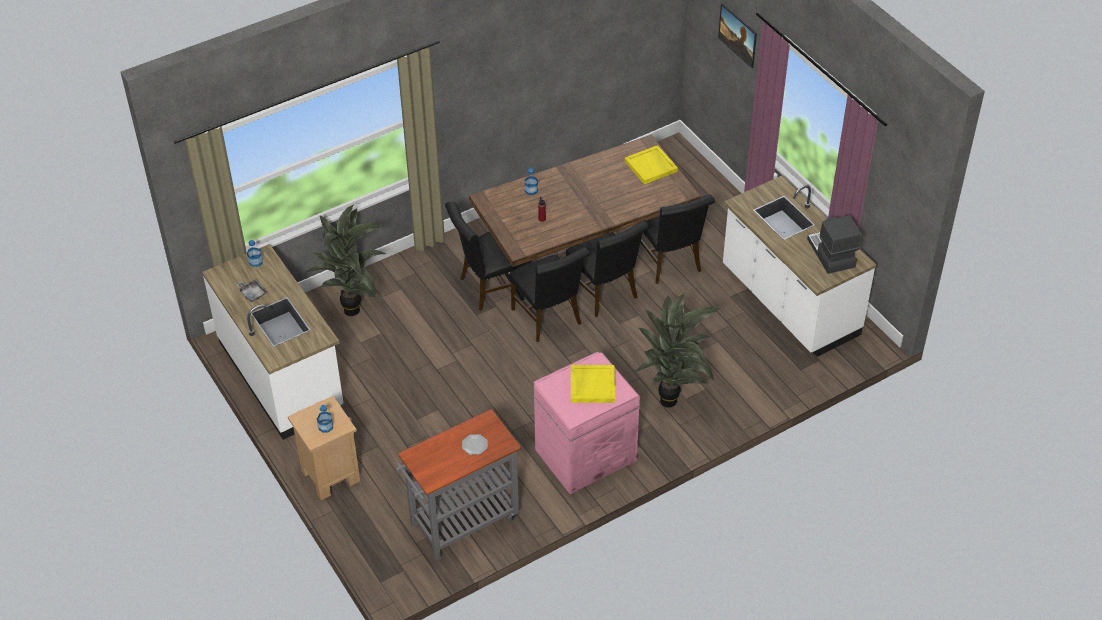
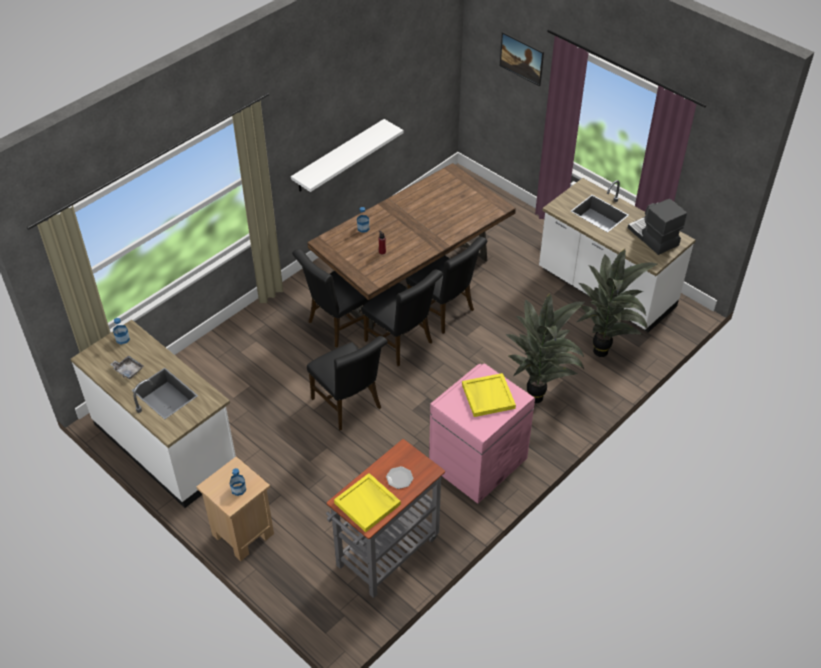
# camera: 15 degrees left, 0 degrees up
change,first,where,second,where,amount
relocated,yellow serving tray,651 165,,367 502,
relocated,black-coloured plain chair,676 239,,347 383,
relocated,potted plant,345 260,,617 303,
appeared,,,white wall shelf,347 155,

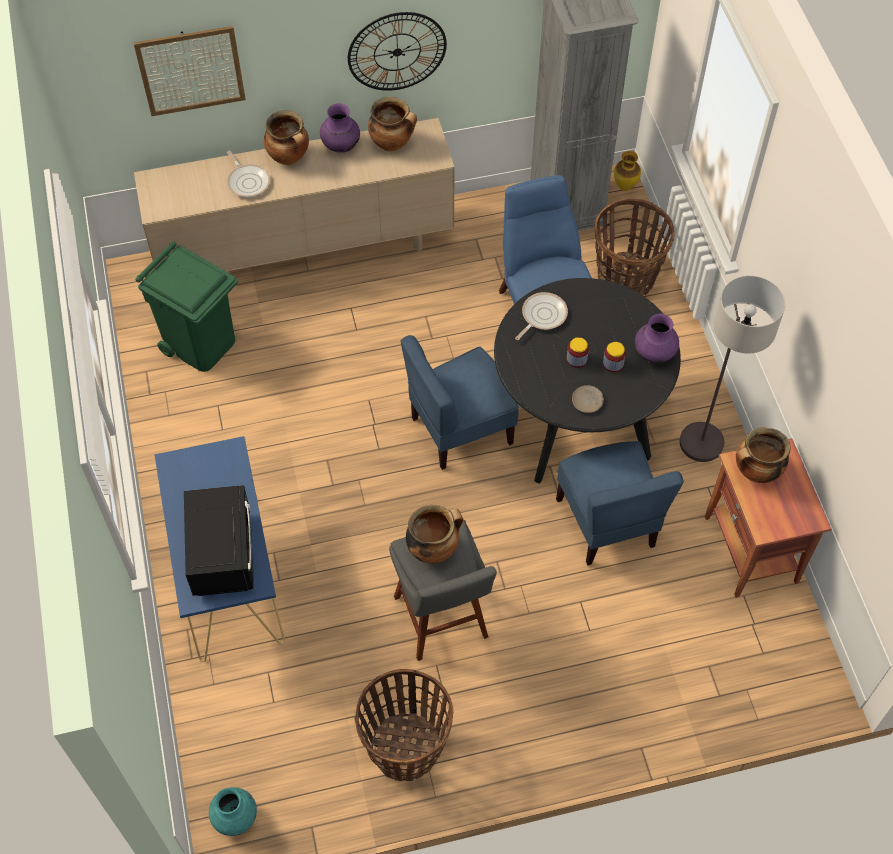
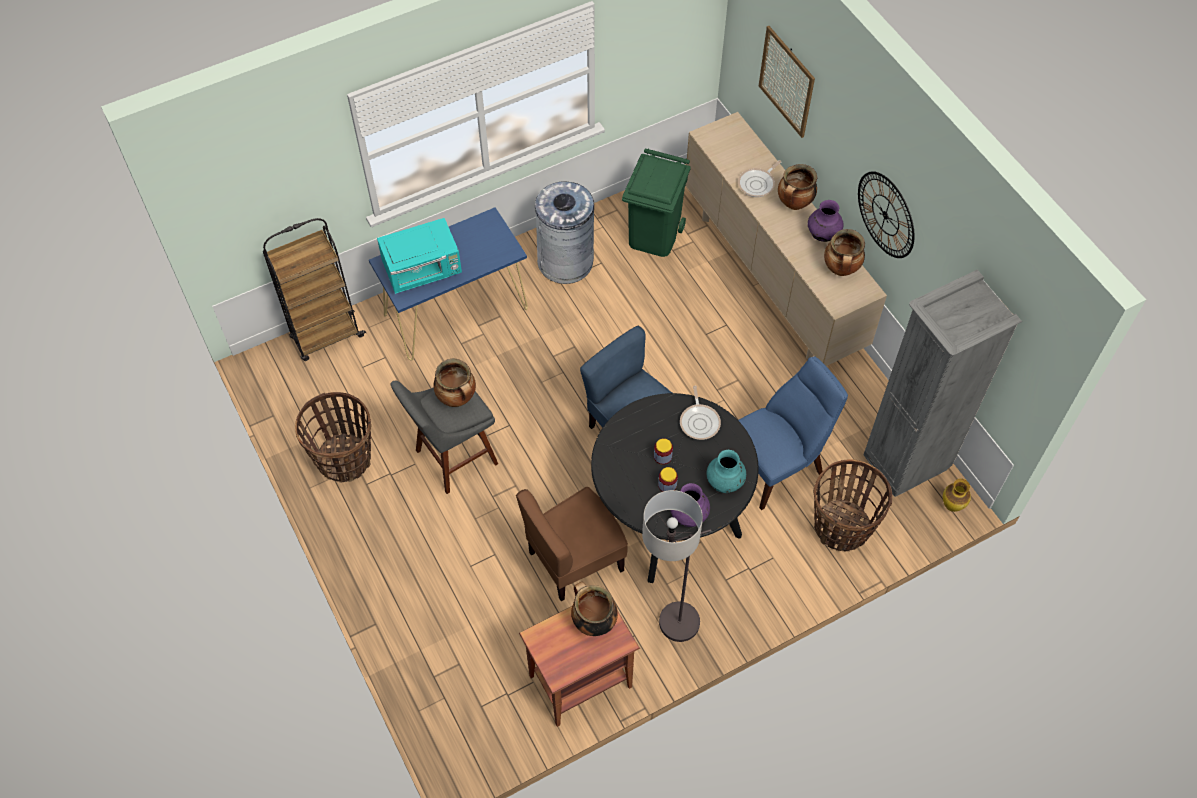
# camera: 75 degrees right, 0 degrees up
change,first,where,second,where,amount
spun,frying pan,541 316,,700 413,60 degrees clockwise
missing,beige-coloured flat dish,588 399,,,
colour,blue plain chair,620 503,brown-coloured plain chair,572 544,
colour,black-coloured microwave,219 540,turquoise-coloured microwave,419 256,
relocated,turquoise-coloured decorative vase,233 811,,726 471,
appeared,,,greyish waste bin,564 232,
appeared,,,brown-coloured wheeled cart,314 289,

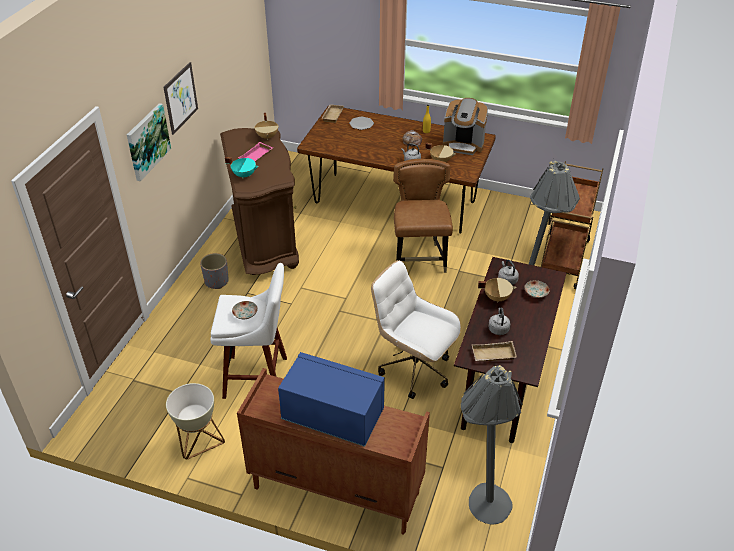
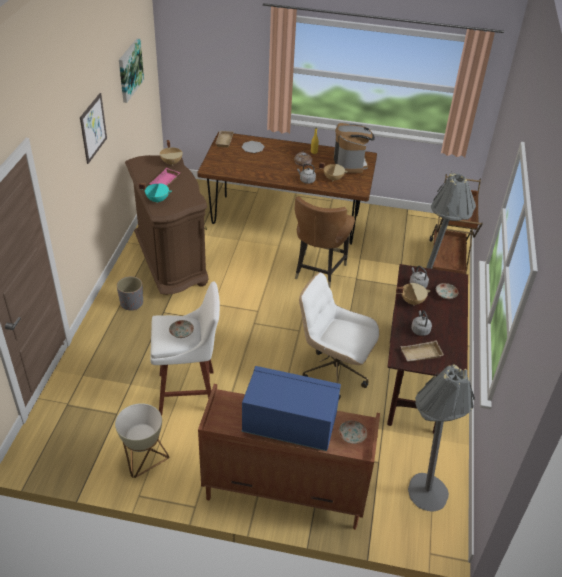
# camera: 10 degrees left, 0 degrees up
change,first,where,second,where,amount
spun,coffee maker,465 126,,354 148,105 degrees counterclockwise
relocated,wall art,149 142,,131 70,
spun,brown-coloured plain chair,423 216,,325 242,150 degrees counterclockwise
appeared,,,flat dish,353 432,

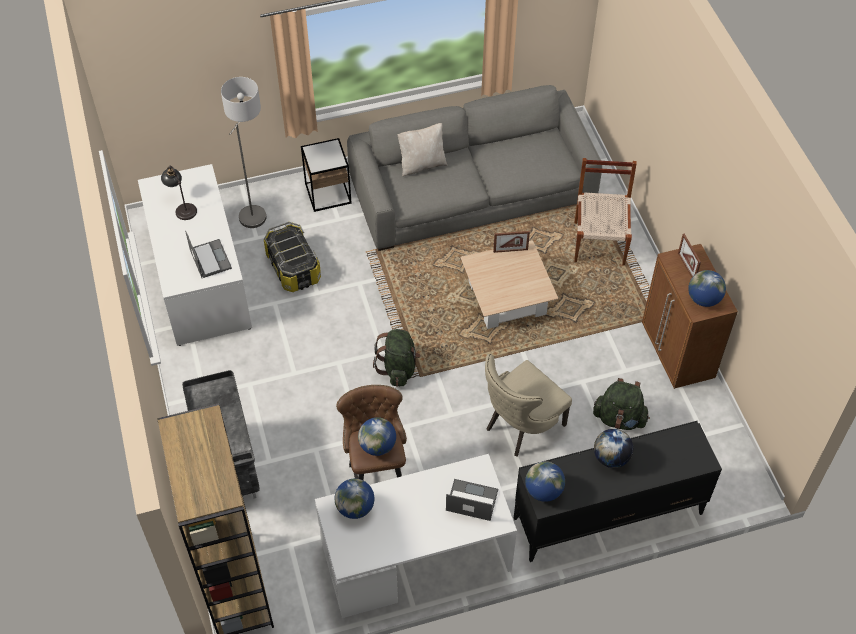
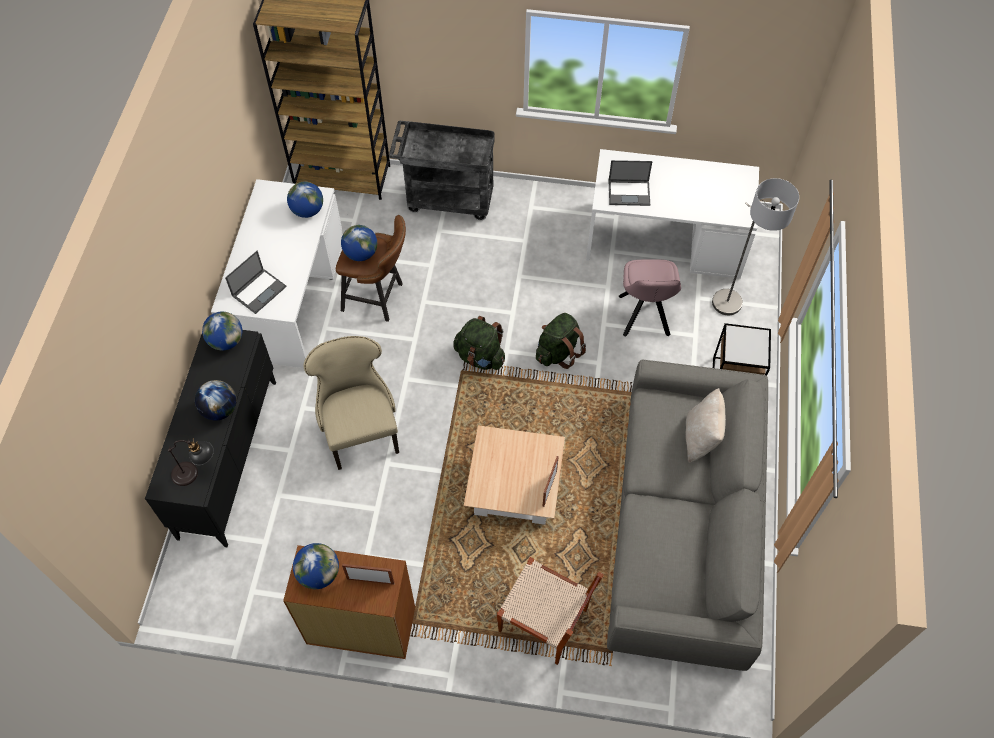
# camera: 115 degrees right, 5 degrees up
change,first,where,second,where,amount
relocated,greyish table lamp,179 193,,191 462,
exchanged,storage box,292 257,pinkish plain chair,650 298,
relocated,greenish knapsack,621 404,,561 341,

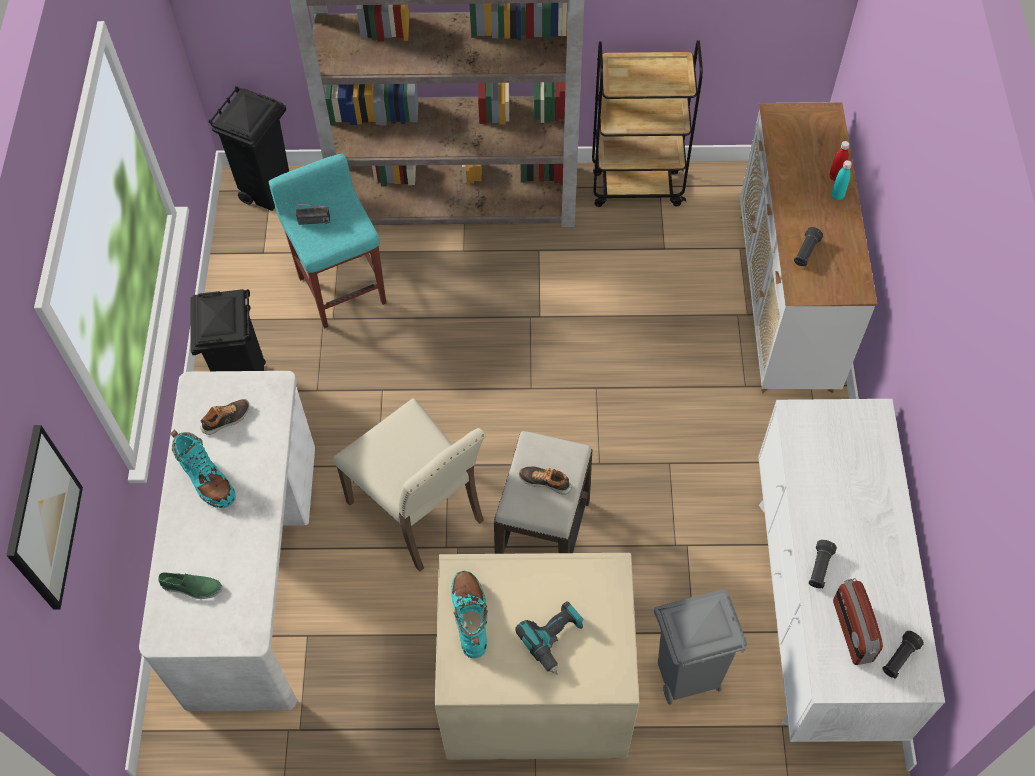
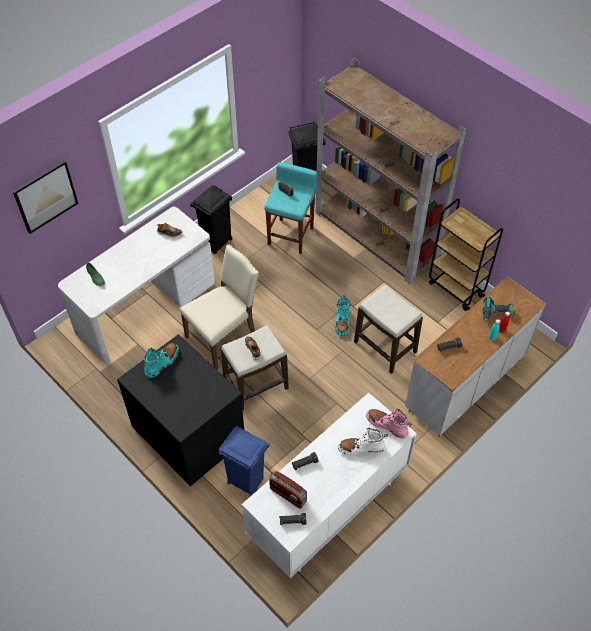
# camera: 45 degrees right, 5 degrees down
change,first,where,second,where,amount
spun,beige-coloured plain chair,410 485,,219 307,135 degrees counterclockwise
relocated,turquoise-coloured boot,203 469,,343 315,
colour,beige-coloured laundry machine,537 656,black-coloured laundry machine,180 410,
spun,radio receiver,858 621,,288 490,90 degrees counterclockwise
colour,greyish waste bin,700 647,blue waste bin,244 461,
relocated,power drill,549 638,,498 309,
appeared,,,sitting stool,388 329,
appeared,,,pinkish boot,389 424,
appeared,,,white boot,363 441,

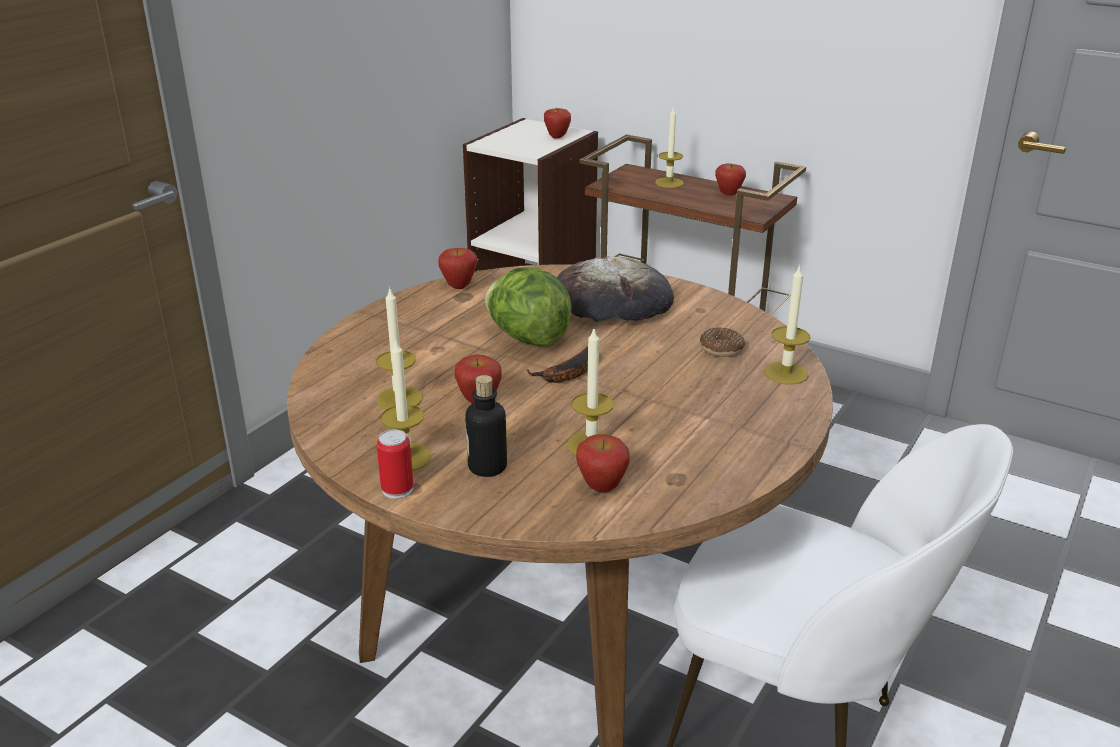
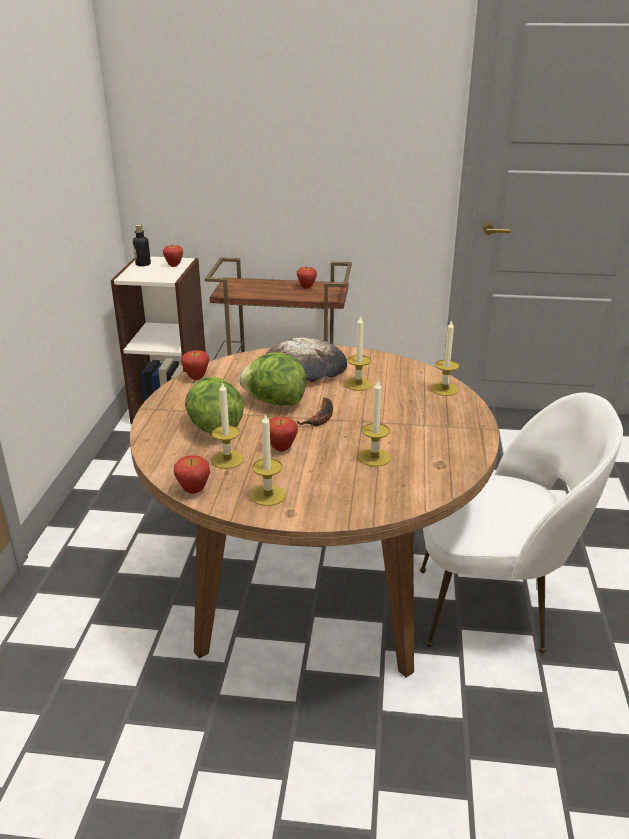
# camera: 25 degrees left, 0 degrees up
change,first,where,second,where,amount
relocated,wax light,669 147,,358 353,
missing,doughnut,722 342,,,
relocated,bottle,486 426,,142 245,
missing,sealed can,395 464,,,
relocated,whole apple,603 463,,192 474,
appeared,,,lettuce,214 406,

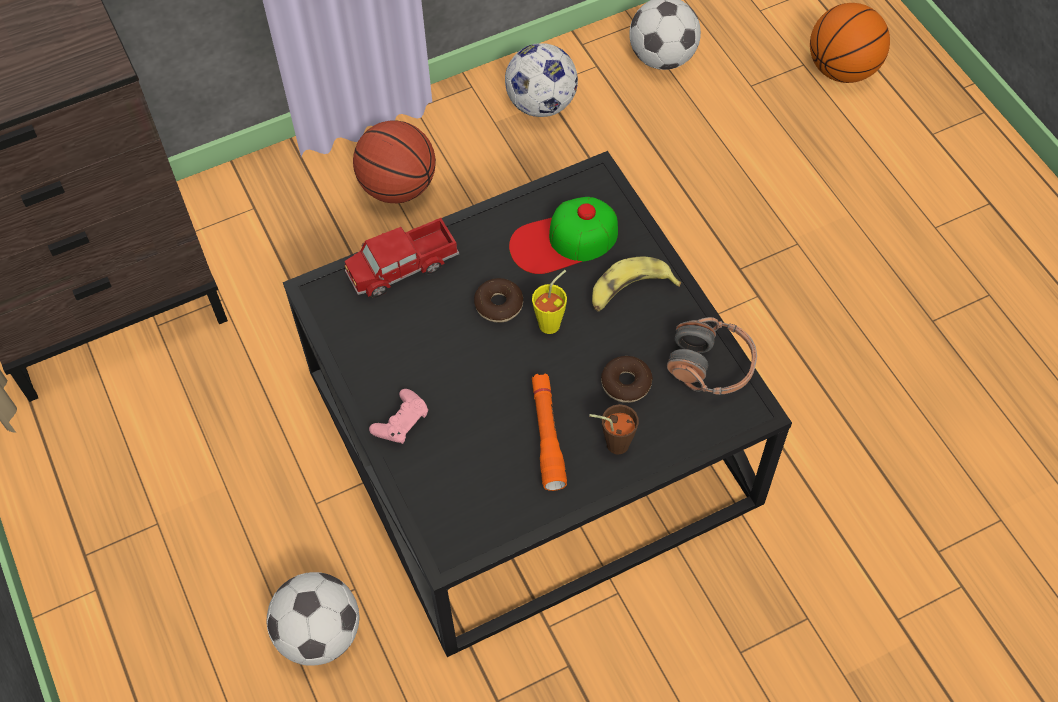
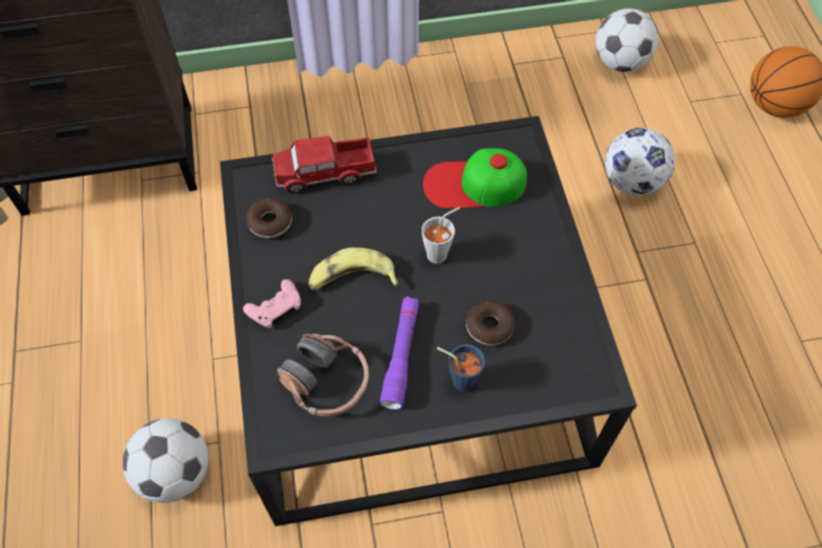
# camera: 15 degrees right, 0 degrees up
change,first,where,second,where,amount
relocated,football ball,541 80,,640 162,
missing,basketball,394 161,,,
relocated,whole banana,636 284,,354 269,
colour,yellow small cup,549 302,greyish small cup,441 235,
relocated,doughnut,498 300,,269 218,
relocated,pair of headphones,711 356,,323 375,
colour,orange flashlight,549 432,purple flashlight,399 353,
colour,brown-coloured small cup,614 429,blue small cup,461 368,

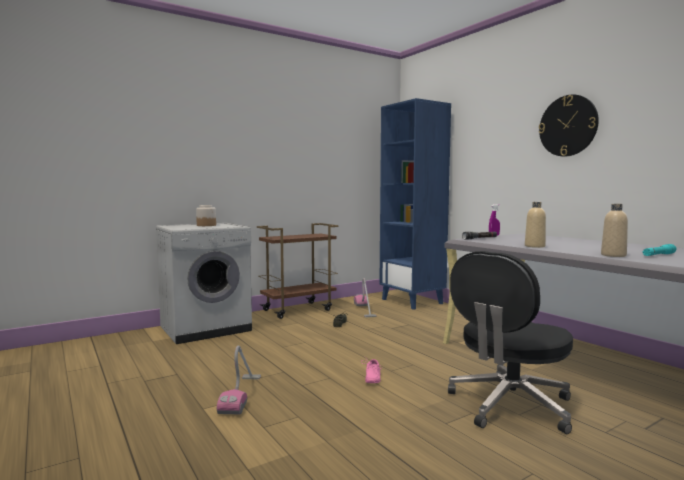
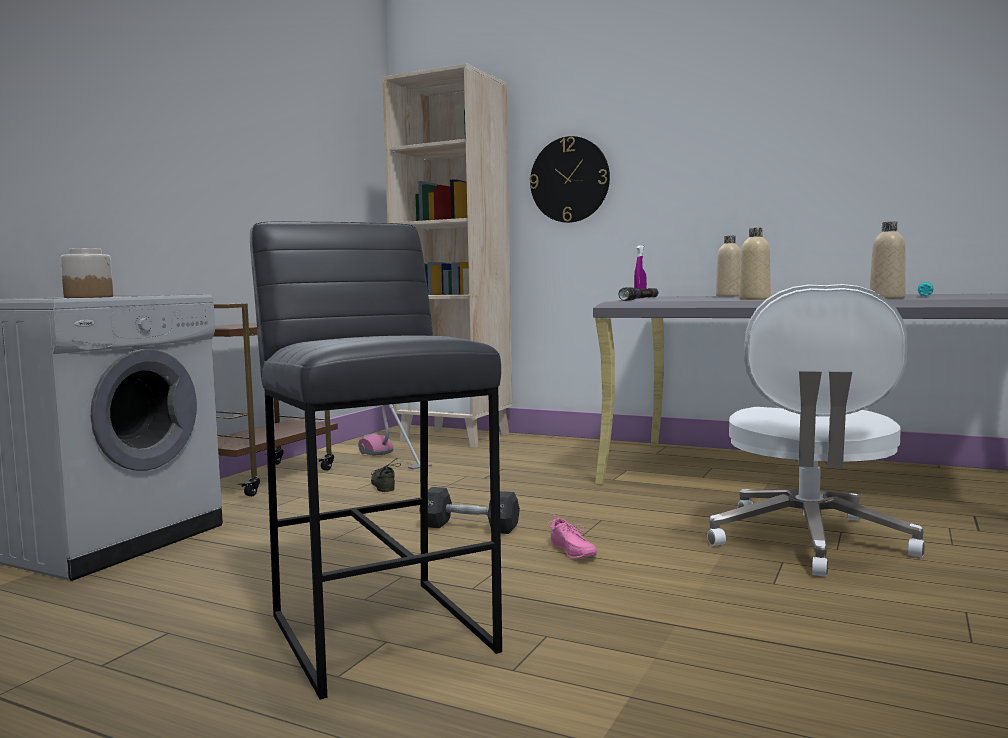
# camera: 30 degrees left, 0 degrees up
change,first,where,second,where,amount
relocated,wall clock,569 125,,570 179,
colour,blue bookcase,415 204,beige-coloured bookcase,447 255,
colour,black-coloured office chair,510 342,white office chair,816 430,
exchanged,hoover,239 380,greyish sitting stool,376 460,
appeared,,,beige-coloured bottle,728 266,
appeared,,,black-coloured hand weight,469 510,

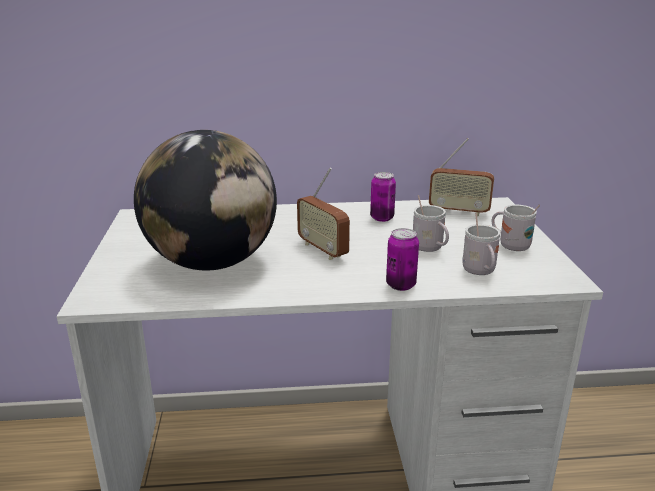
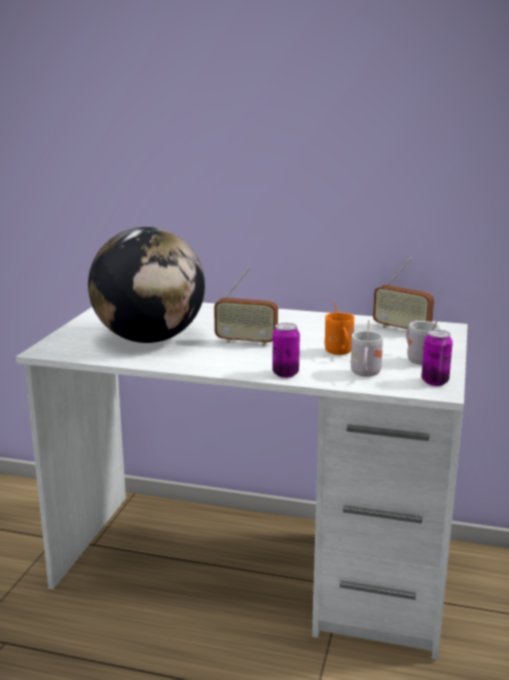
# camera: 20 degrees right, 5 degrees down
change,first,where,second,where,amount
spun,radio receiver,323 213,,246 306,60 degrees counterclockwise
relocated,sealed can,383 197,,437 358,
colour,white tea mug,431 223,orange tea mug,339 328,

